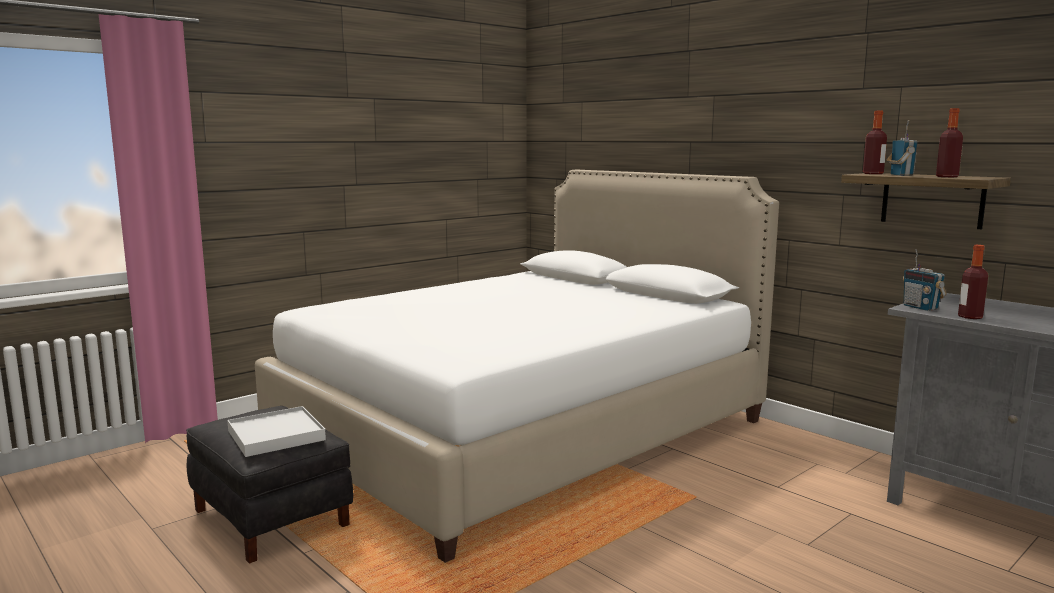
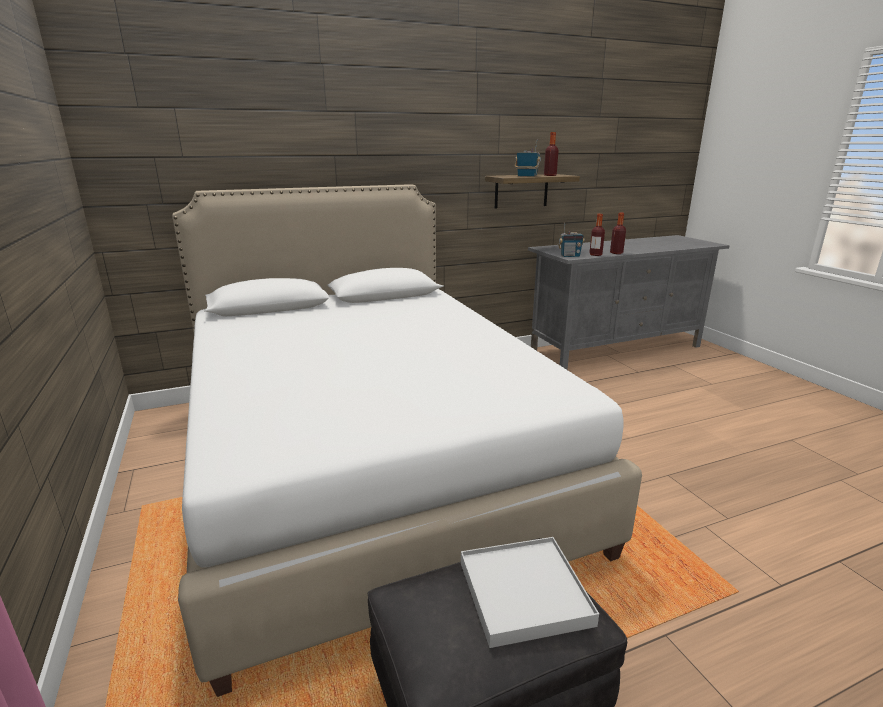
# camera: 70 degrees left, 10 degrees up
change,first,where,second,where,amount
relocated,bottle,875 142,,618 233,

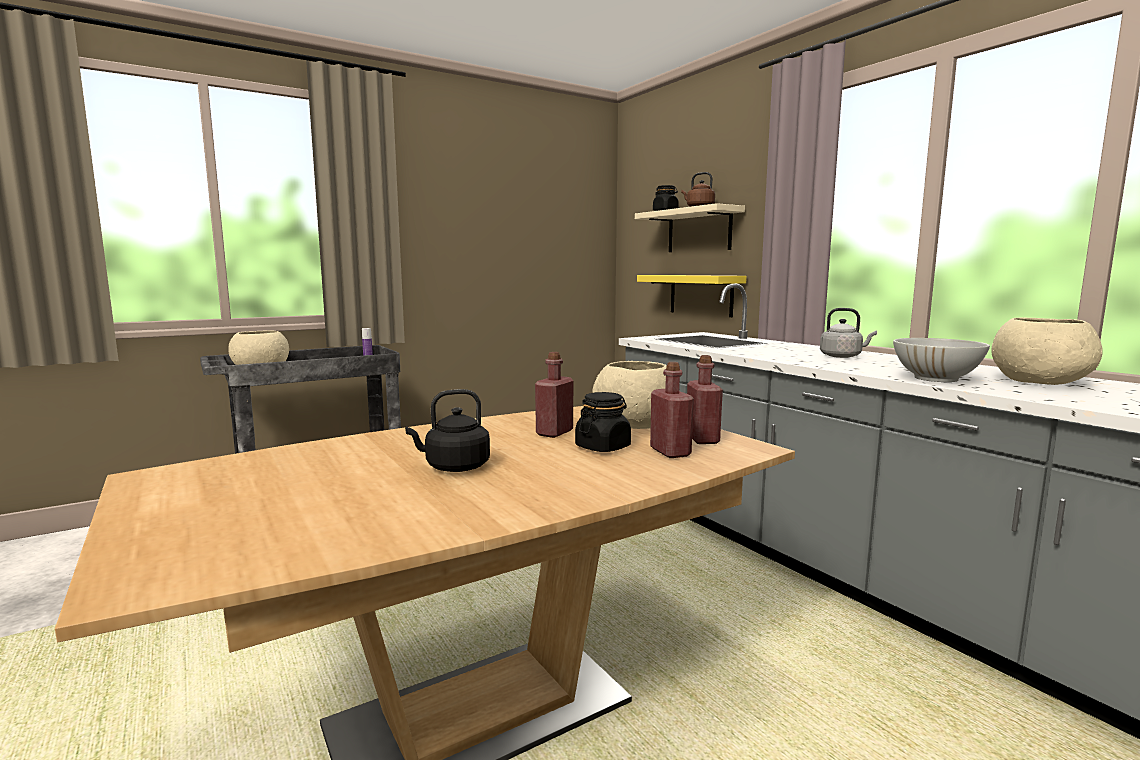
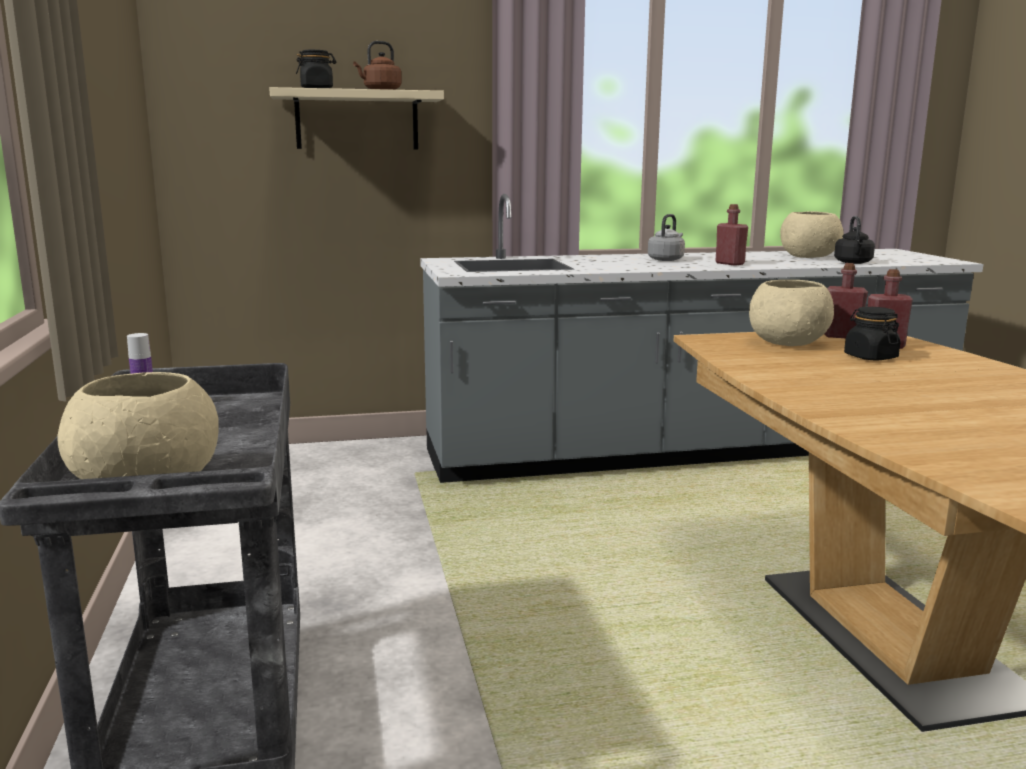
# camera: 70 degrees left, 5 degrees up
change,first,where,second,where,amount
missing,yellow wall shelf,692 296,,,
missing,white serving bowl,941 360,,,
relocated,reddish bottle,554 395,,731 235,
relocated,black-coloured tea kettle,447 430,,854 240,

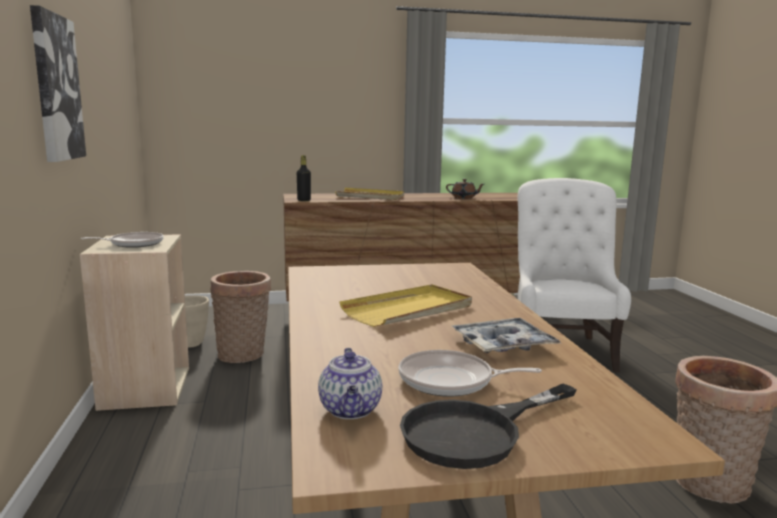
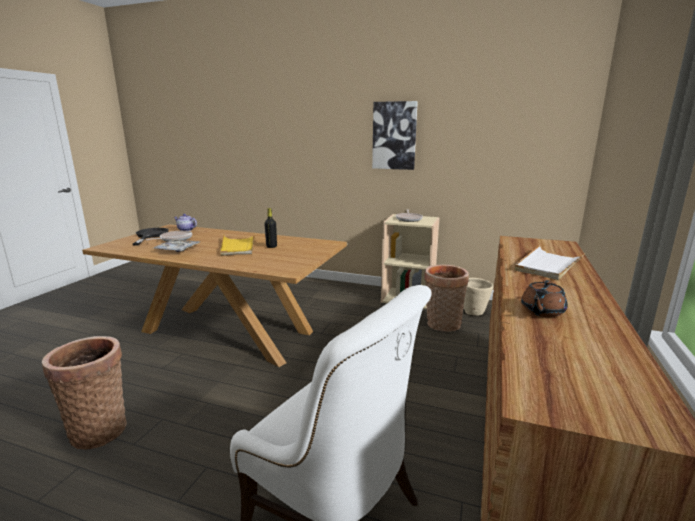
# camera: 120 degrees right, 5 degrees up
change,first,where,second,where,amount
relocated,black-coloured bottle,304 178,,271 228,
colour,yellow serving tray,369 194,white serving tray,550 262,

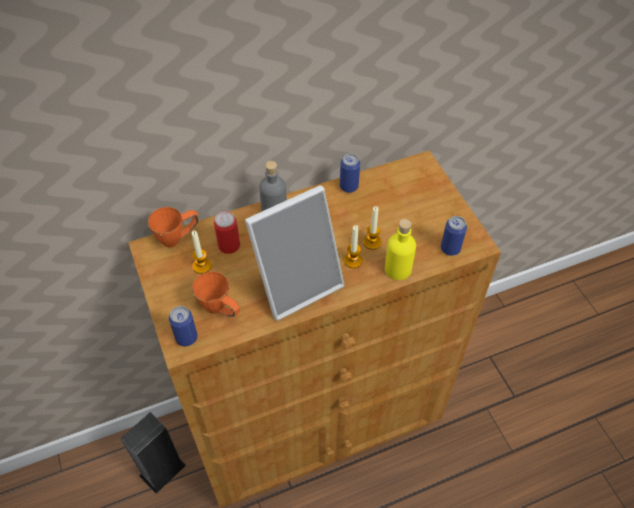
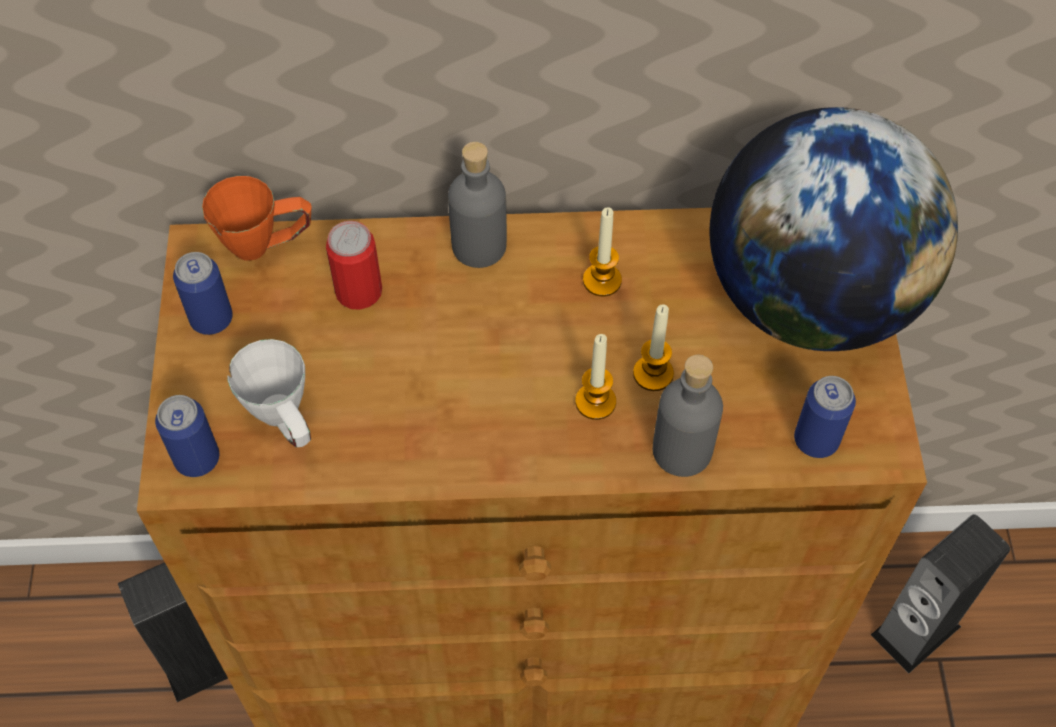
# camera: 20 degrees right, 5 degrees up
change,first,where,second,where,amount
relocated,sealed can,350 173,,203 293,
missing,photo frame,294 253,,,
colour,yellow bottle,400 249,greyish bottle,688 416,
relocated,wax light,201 252,,602 251,
colour,orange tea mug,216 294,white tea mug,269 393,
appeared,,,world globe,833 229,
appeared,,,speaker,940 593,

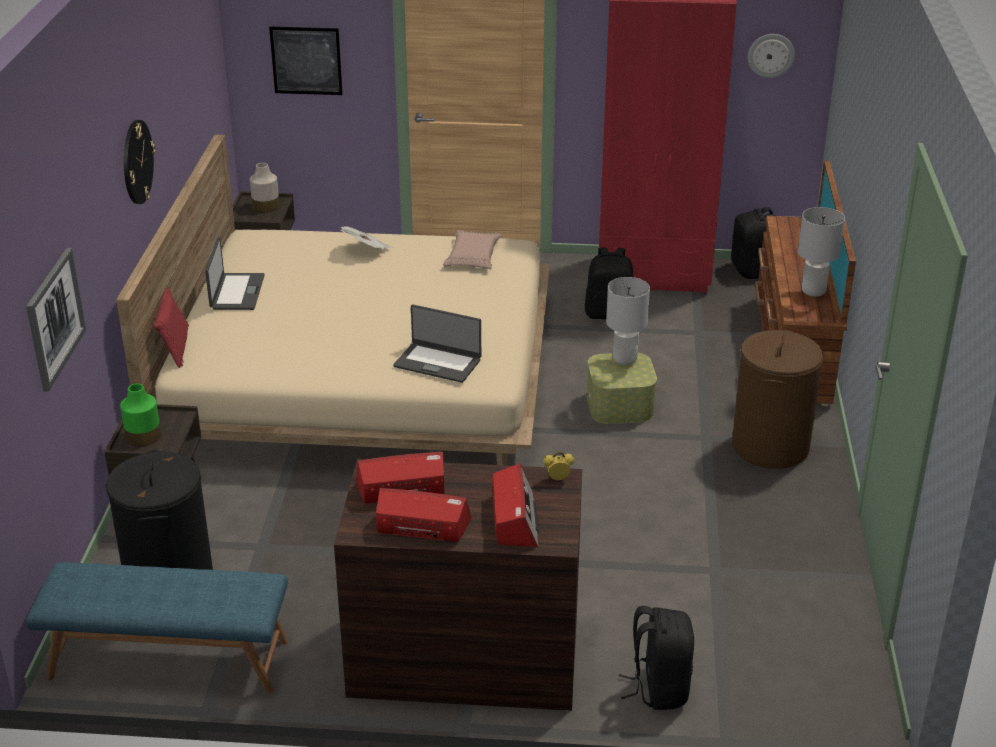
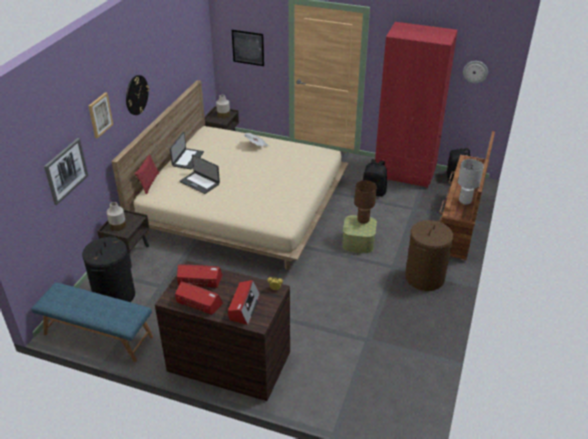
# camera: 15 degrees right, 5 degrees up
change,first,where,second,where,amount
missing,beige-coloured pillow,472 249,,,
colour,greyish table lamp,628 321,brown-coloured table lamp,365 202,
relocated,notebook computer,437 343,,199 174,
colour,greenish decorative vase,140 415,beige-coloured decorative vase,116 216,
missing,black-coloured knapsack,656 658,,,
appeared,,,wall art,101 115,

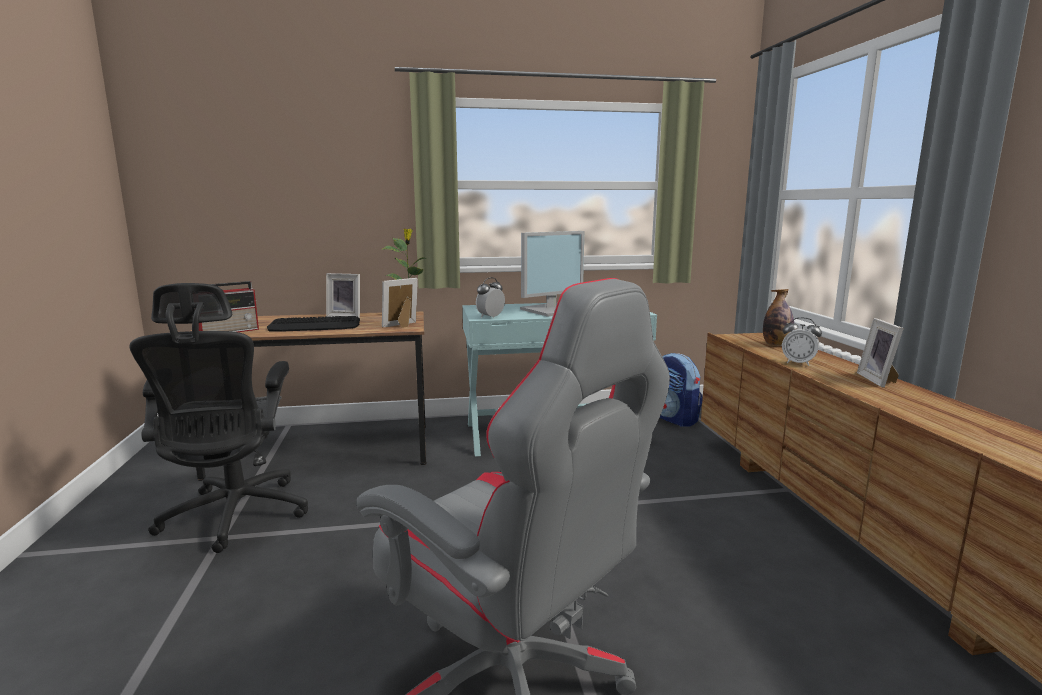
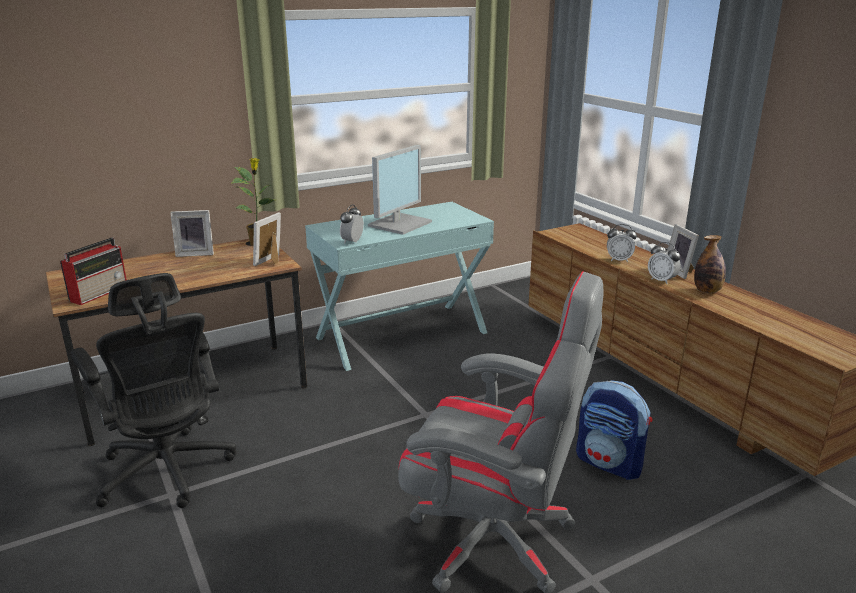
# camera: 20 degrees left, 10 degrees up
change,first,where,second,where,amount
relocated,bottle,778 317,,710 264,
missing,computer keyboard,313 324,,,
relocated,knapsack,681 390,,614 430,
appeared,,,bedside clock,664 263,

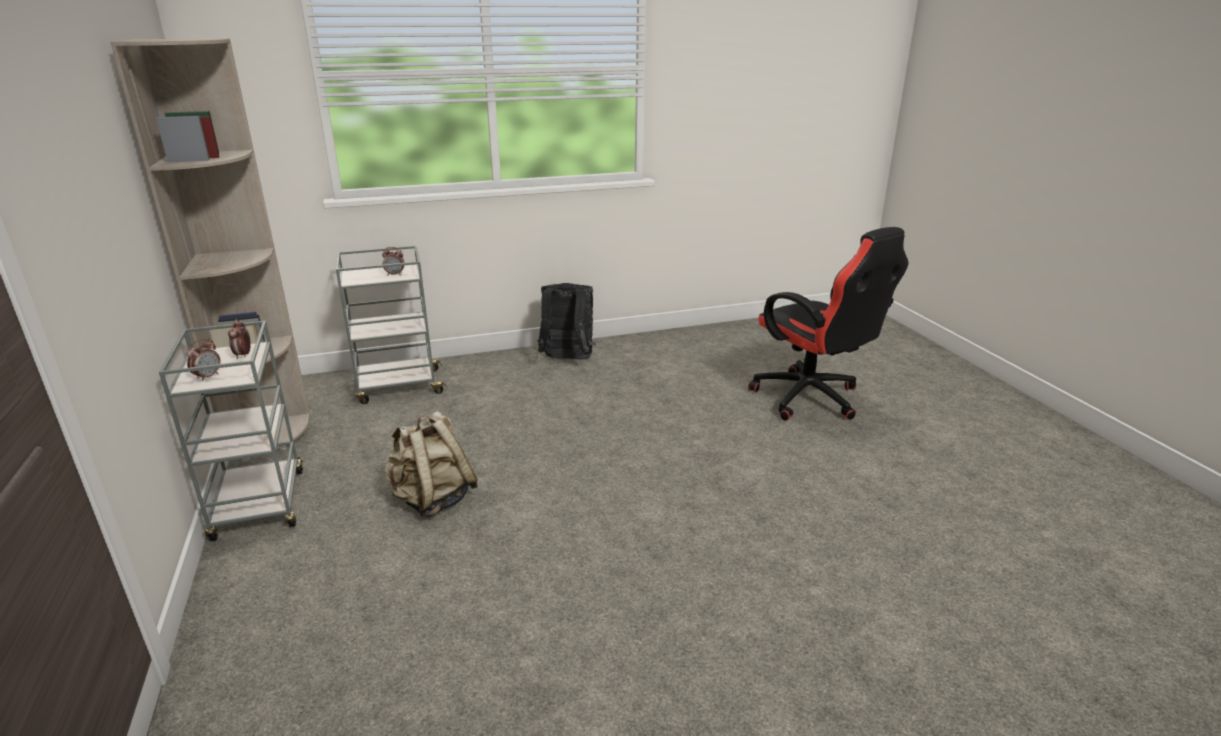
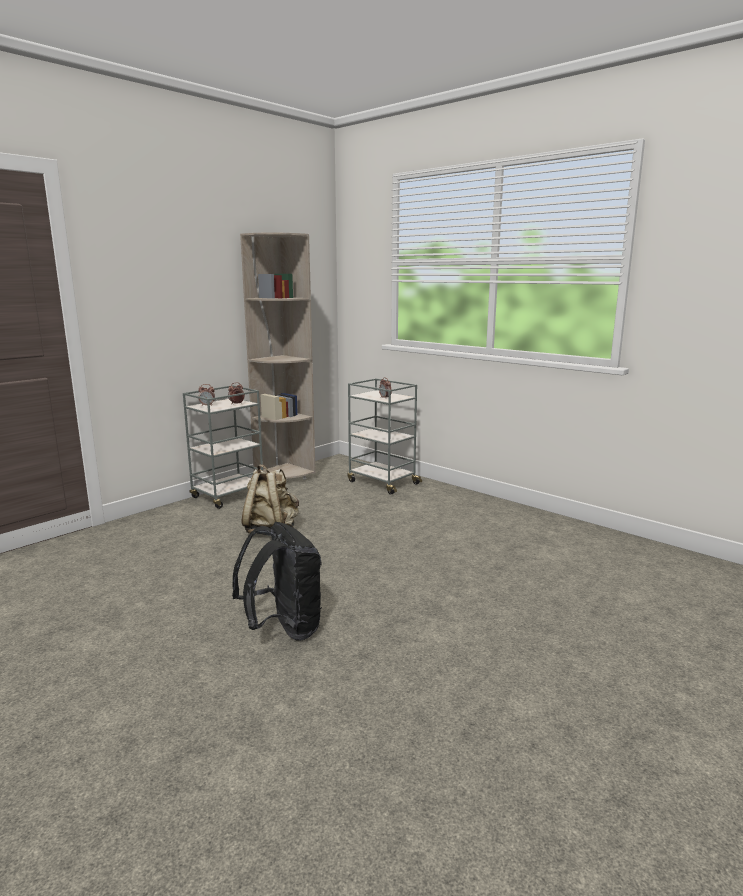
# camera: 60 degrees right, 10 degrees down
change,first,where,second,where,amount
missing,black-coloured office chair,828 324,,,
relocated,black-coloured knapsack,566 321,,277 581,

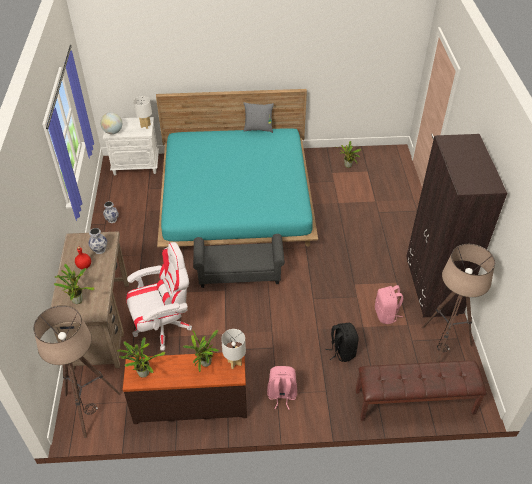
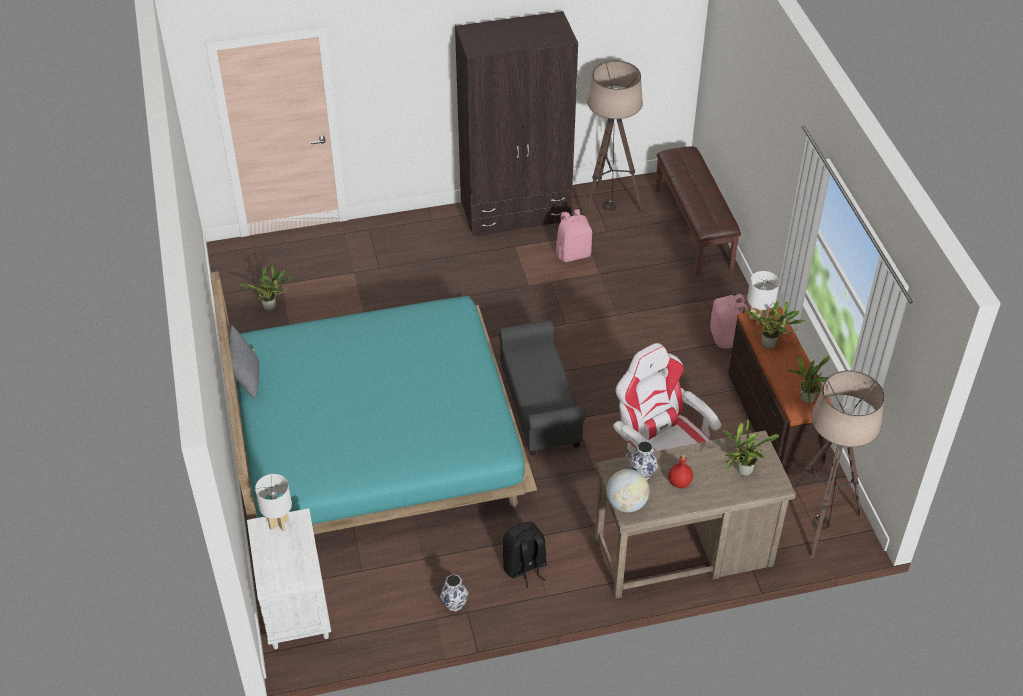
# camera: 100 degrees left, 0 degrees up
change,first,where,second,where,amount
relocated,world globe,111 123,,628 490,
relocated,black-coloured knapsack,341 342,,525 555,

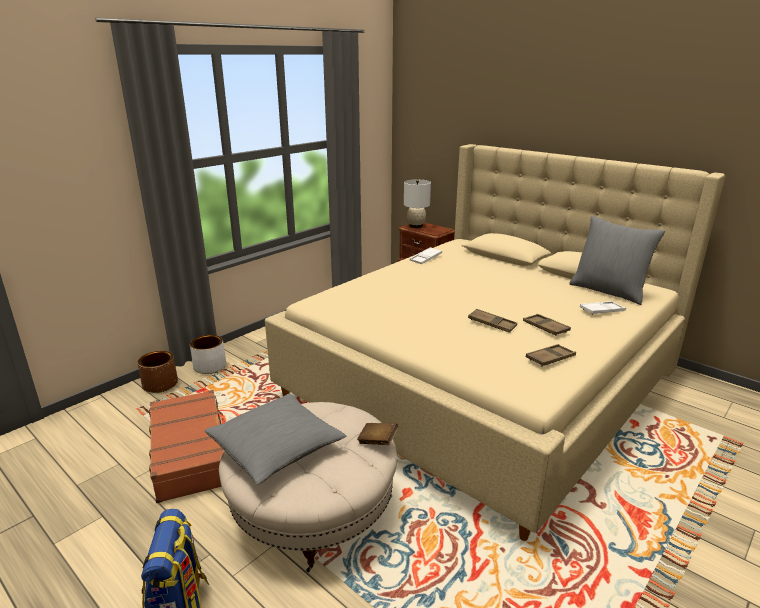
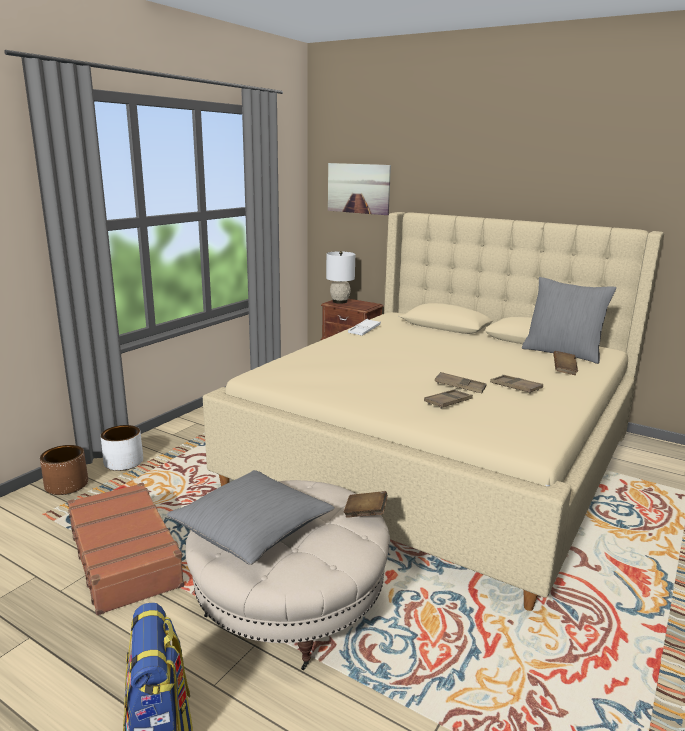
# camera: 10 degrees left, 5 degrees down
change,first,where,second,where,amount
exchanged,white serving tray,603 308,brown-coloured volume,565 363,
relocated,brown-coloured serving tray,551 355,,448 399,
appeared,,,wall art,359 189,

